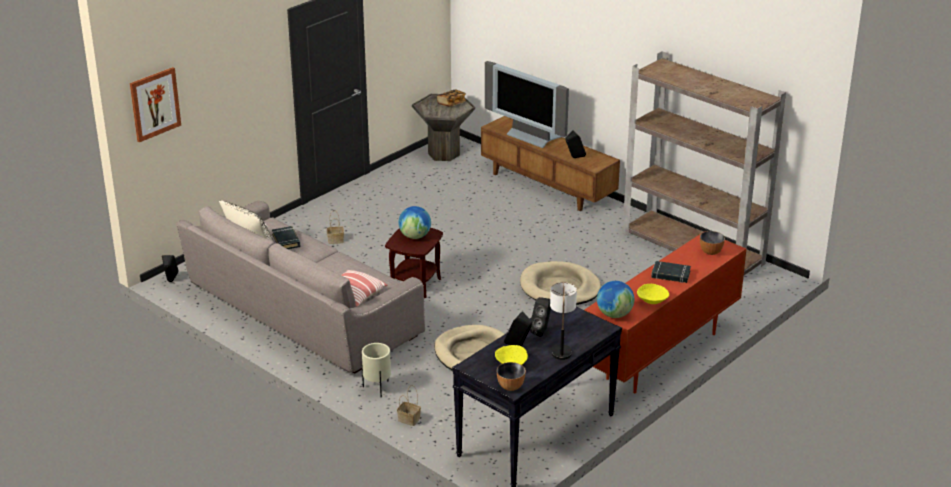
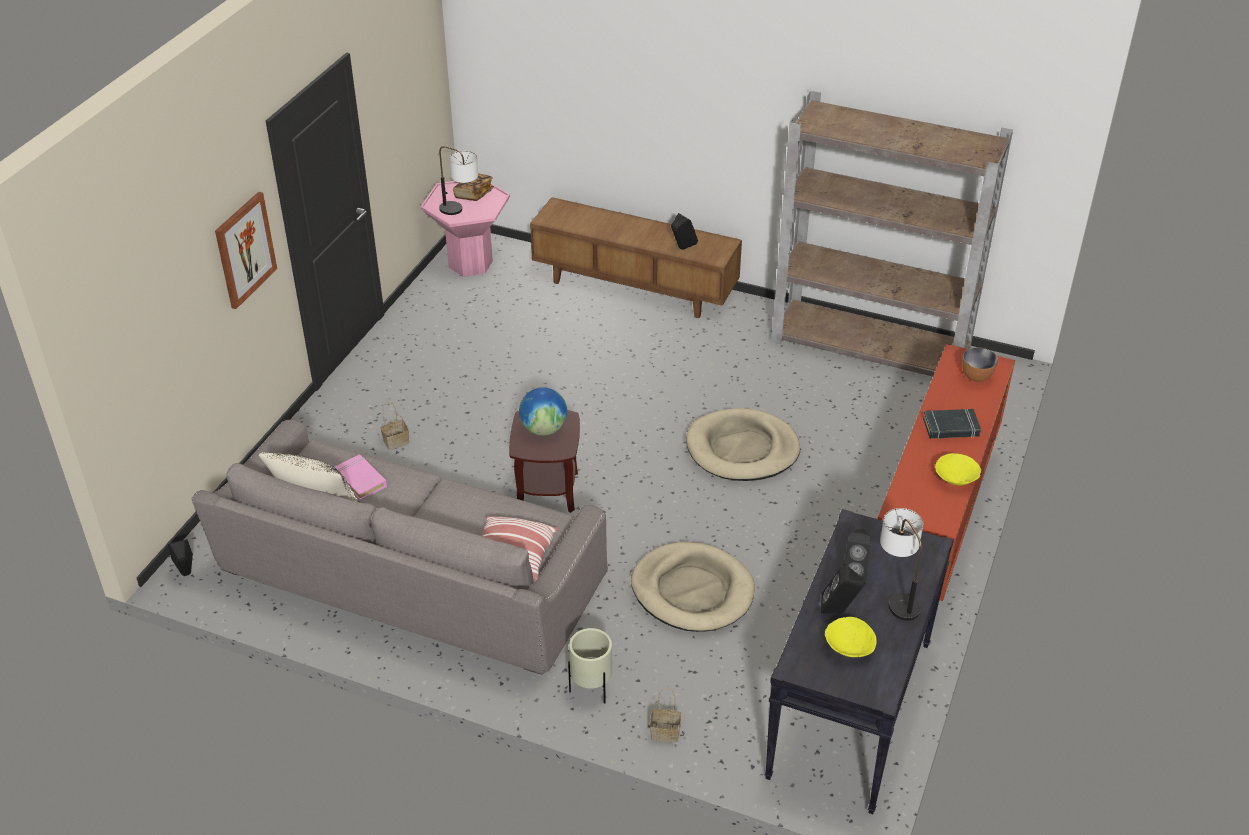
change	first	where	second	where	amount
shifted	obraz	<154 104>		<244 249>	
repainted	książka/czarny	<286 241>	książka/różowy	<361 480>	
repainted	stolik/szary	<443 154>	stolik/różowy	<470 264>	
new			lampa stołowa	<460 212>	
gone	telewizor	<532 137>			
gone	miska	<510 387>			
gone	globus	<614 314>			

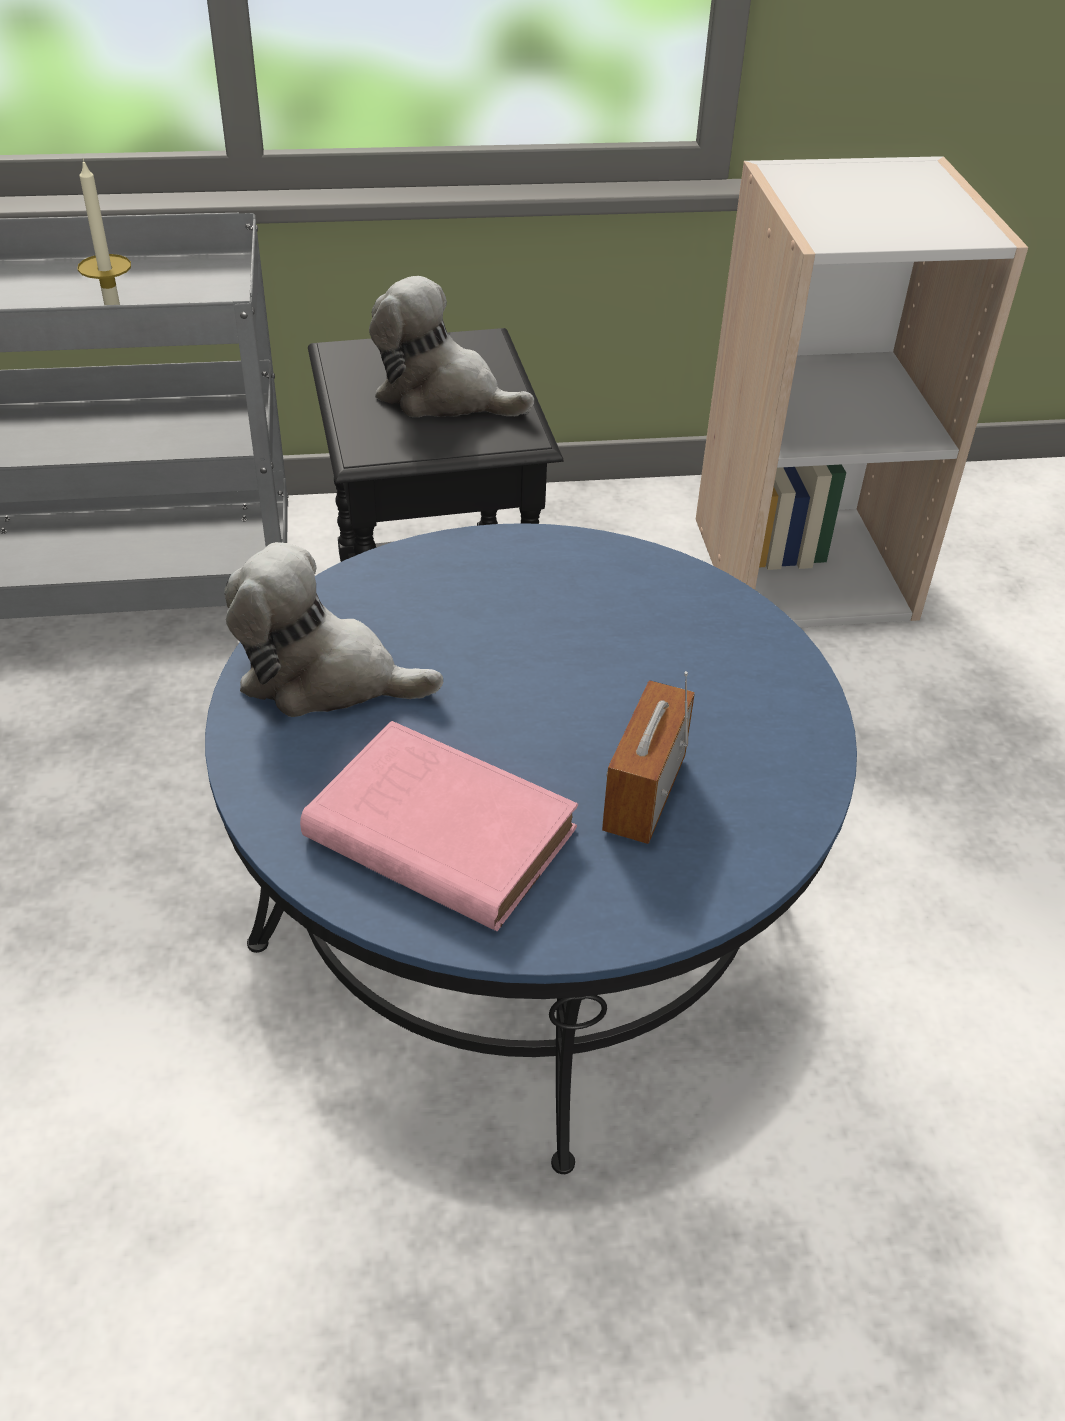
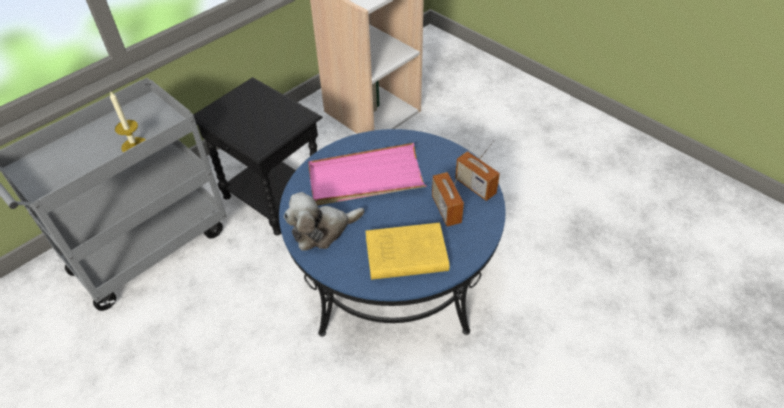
change	first	where	second	where	amount
new			taca/różowy	<365 178>	
repainted	książka/różowy	<434 831>	książka/żółty	<403 255>	
new			radio	<475 186>	
gone	pluszak	<442 396>			

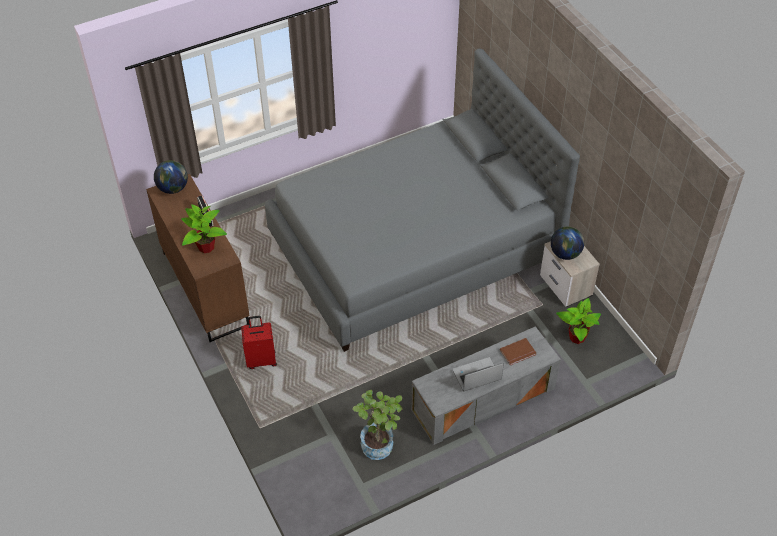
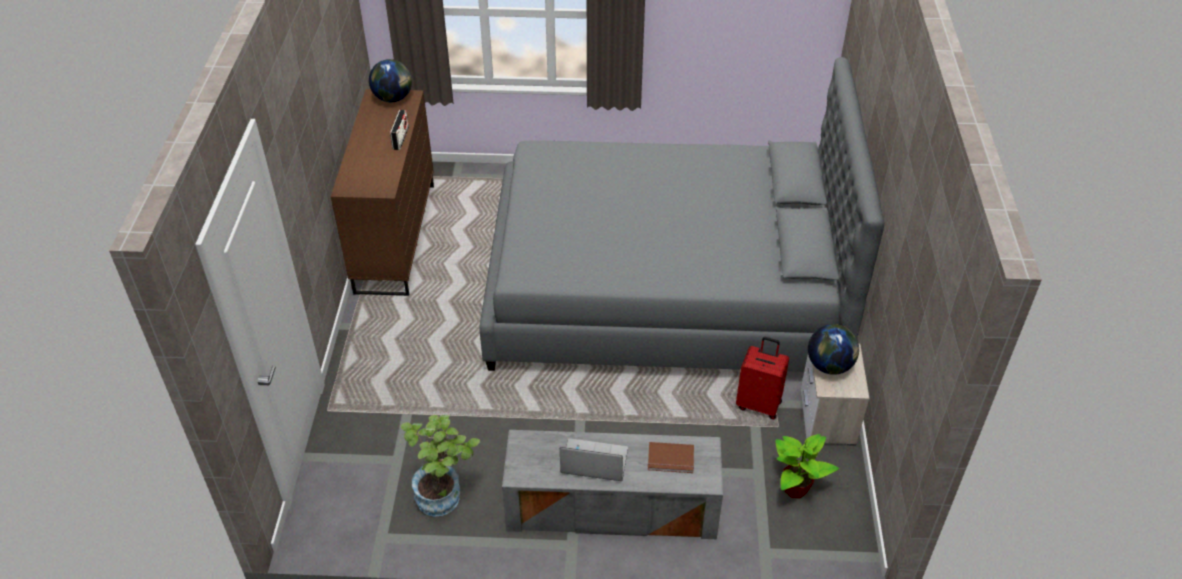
change	first	where	second	where	amount
shifted	walizka/czerwony	<261 360>		<759 404>	
gone	roślina doniczkowa	<205 247>			

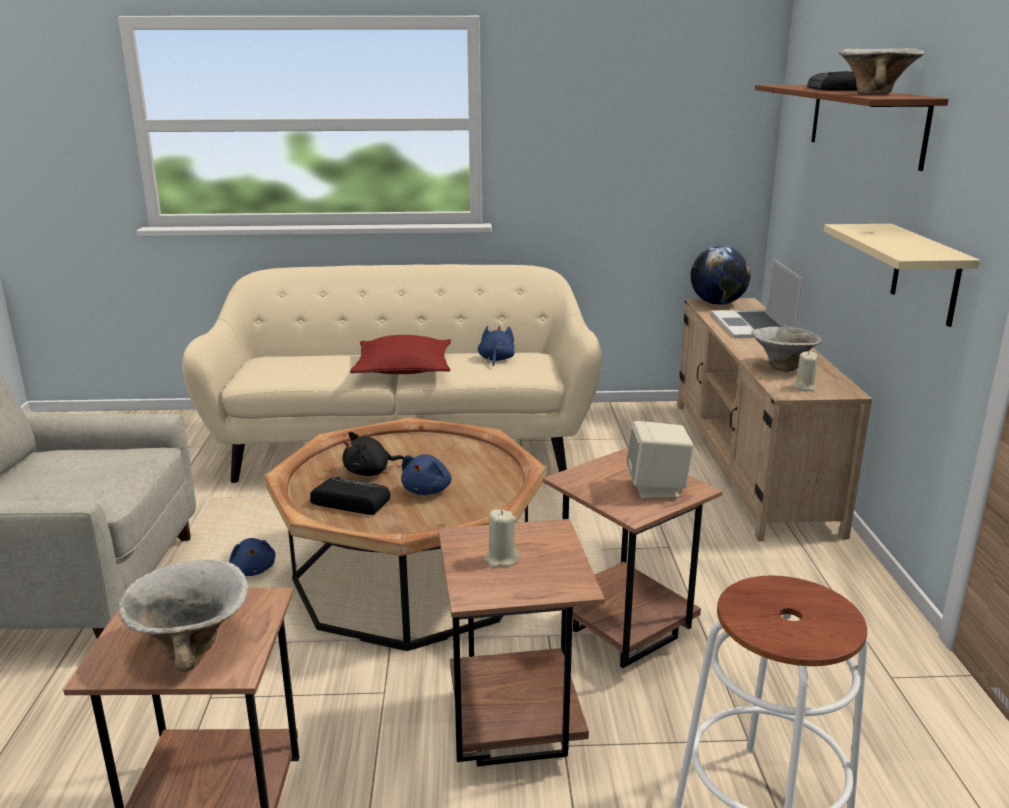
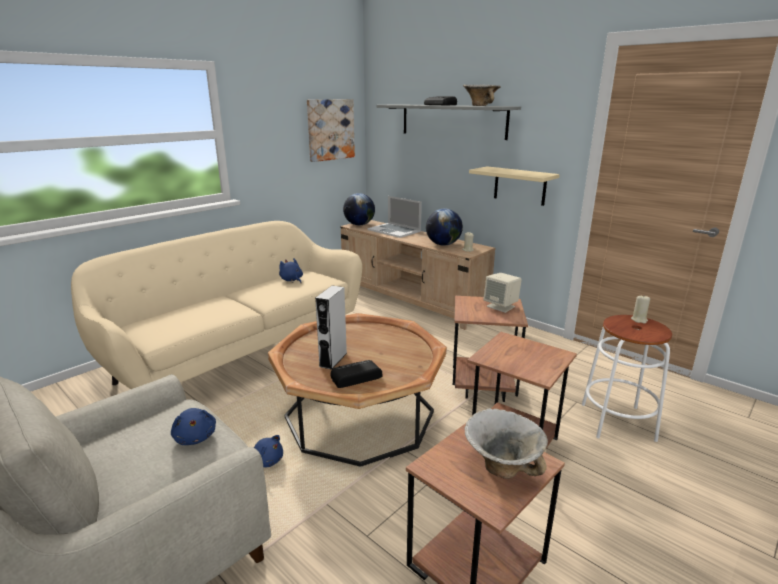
change	first	where	second	where	amount
shifted	pluszak/niebieski	<428 490>		<195 437>	
new			obraz	<330 129>	
swapped	pluszak/czarny	<370 472>	głośnik/szary	<333 359>	
repainted	półka/brązowy	<865 122>	półka/szary	<452 121>	
swapped	miska	<782 367>	globus	<443 244>	
shifted	świeca/beżowy	<501 559>		<639 320>	
gone	poduszka/czerwony	<403 369>			

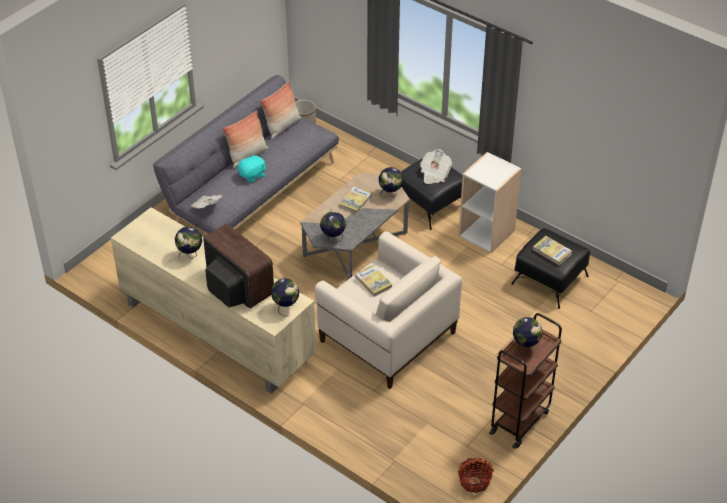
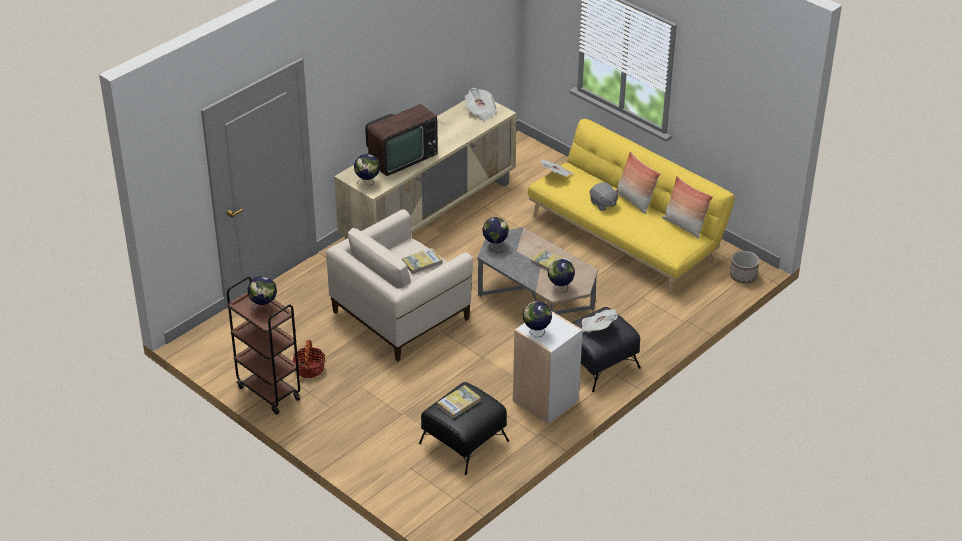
change	first	where	second	where	amount
shifted	koszyk	<474 481>		<309 369>	
new			gazeta	<481 112>	
shifted	globus	<190 255>		<536 332>	
repainted	kanapa/szary	<251 190>	kanapa/żółty	<626 236>	
repainted	pluszak/turkusowy	<252 175>	pluszak/szary	<603 204>	

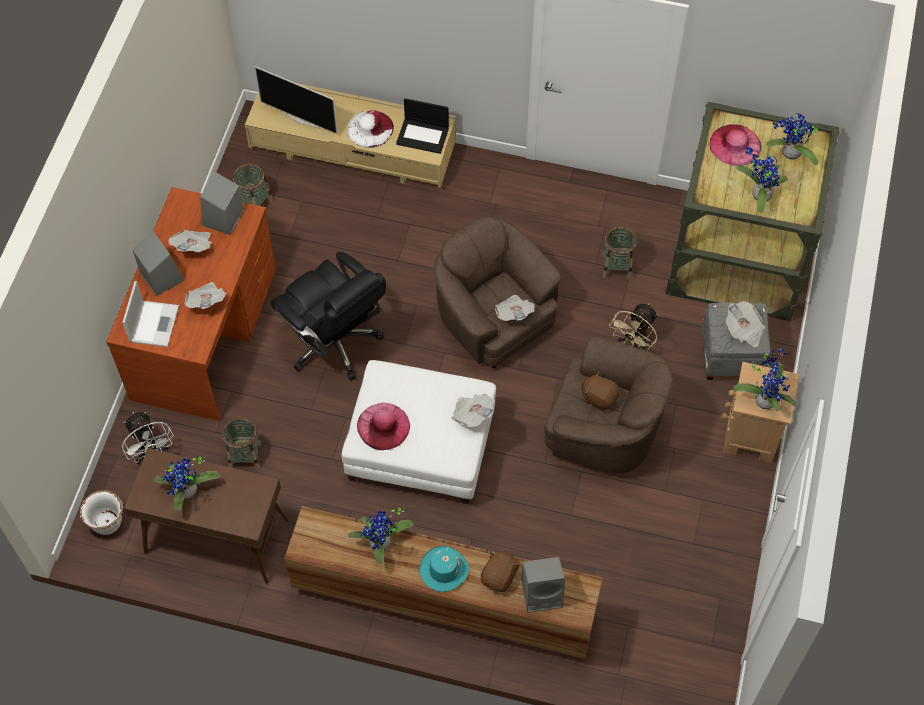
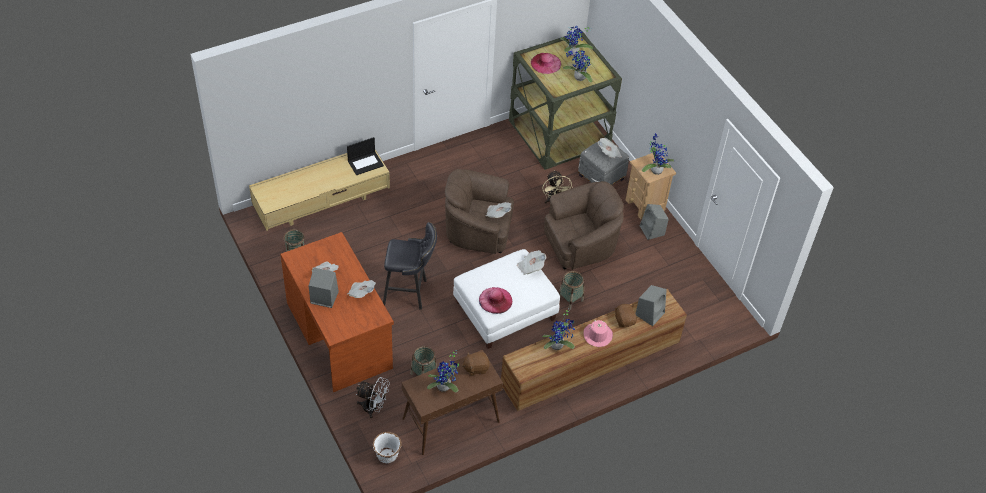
change	first	where	second	where	amount
swapped	krzesło biurowe/czarny	<334 342>	stołek/czarny	<411 293>	
shifted	pluszak/brązowy	<599 397>		<476 368>	
shifted	koszyk	<616 266>		<570 299>	
repainted	kapelusz/turkusowy	<443 569>	kapelusz/różowy	<597 335>	
shifted	głośnik/szary	<223 219>		<652 231>	
gone	laptop	<154 323>			
gone	telewizor	<301 119>			
gone	kapelusz/biały	<370 128>			

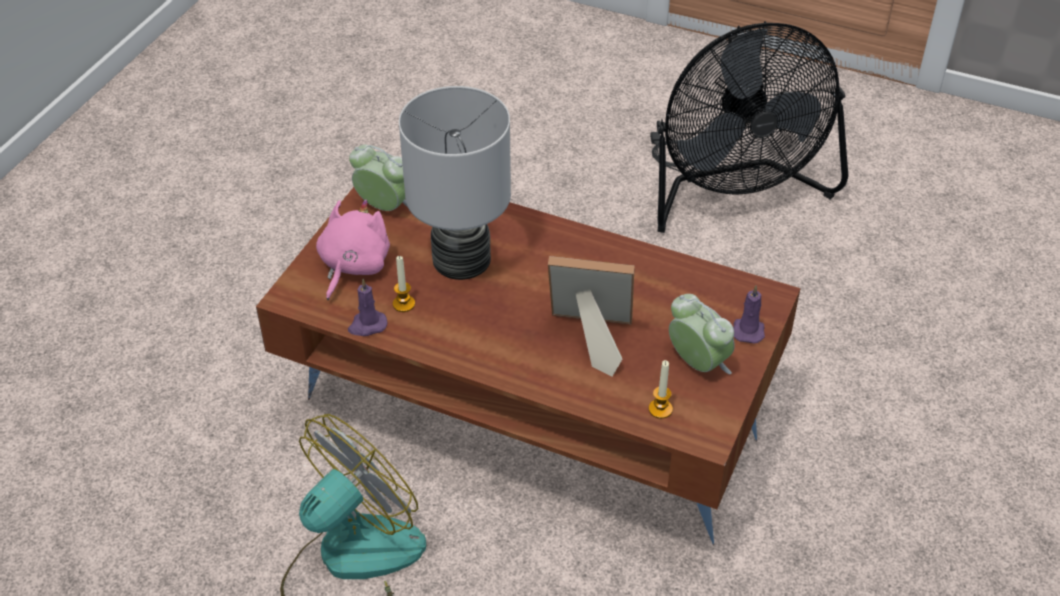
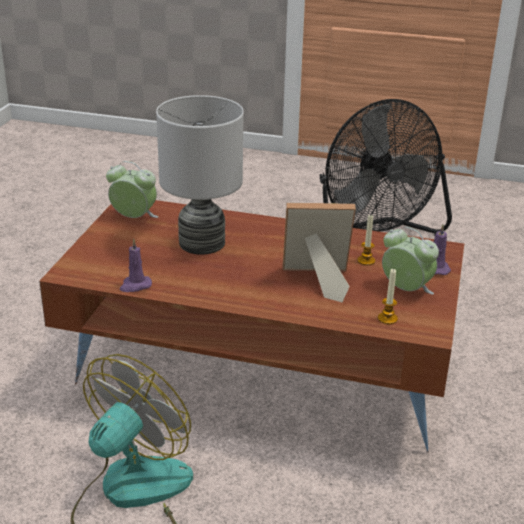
change	first	where	second	where	amount
shifted	świeca	<403 304>		<366 261>	
gone	pluszak/różowy	<353 266>			

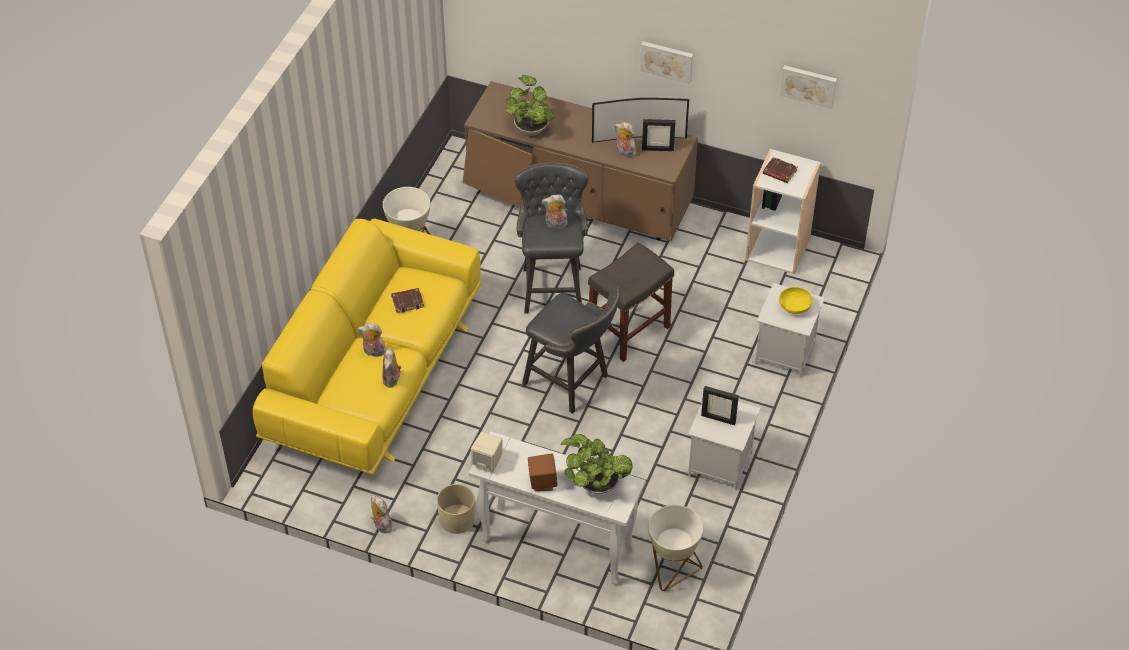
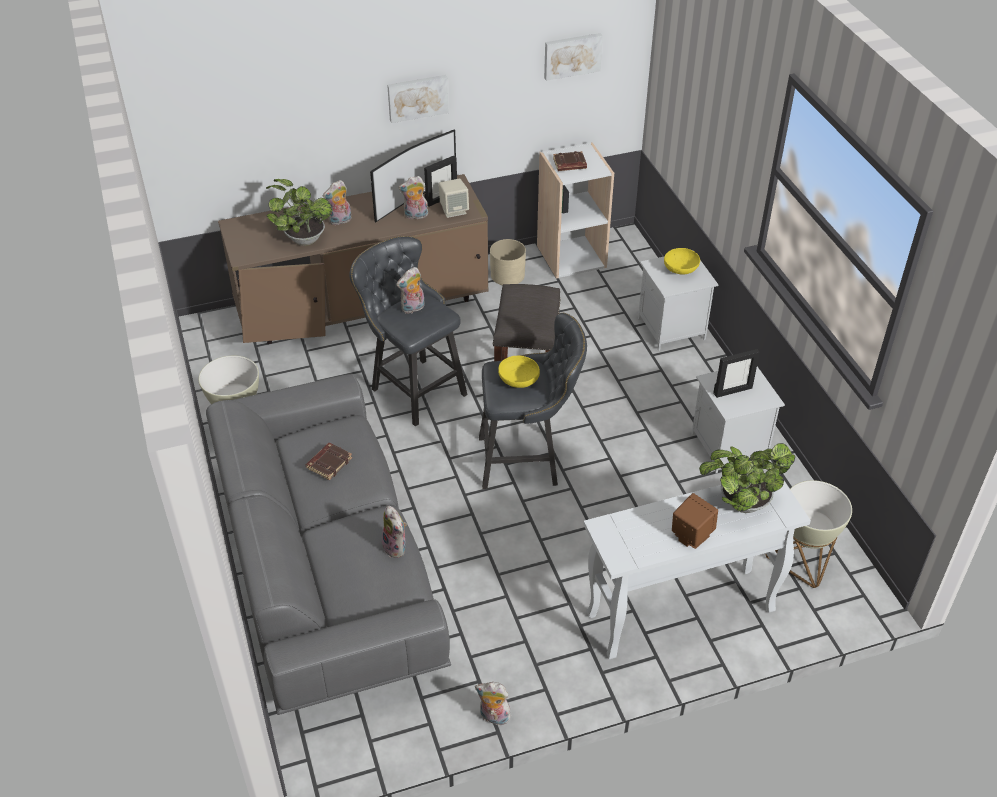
change	first	where	second	where	amount
repainted	kanapa/żółty	<375 374>	kanapa/szary	<327 570>	
shifted	pluszak	<373 352>		<340 221>	
shifted	głośnik/beżowy	<487 462>		<454 210>	
shifted	donica/beżowy	<457 519>		<508 275>	
new			miska/żółty	<518 381>	

